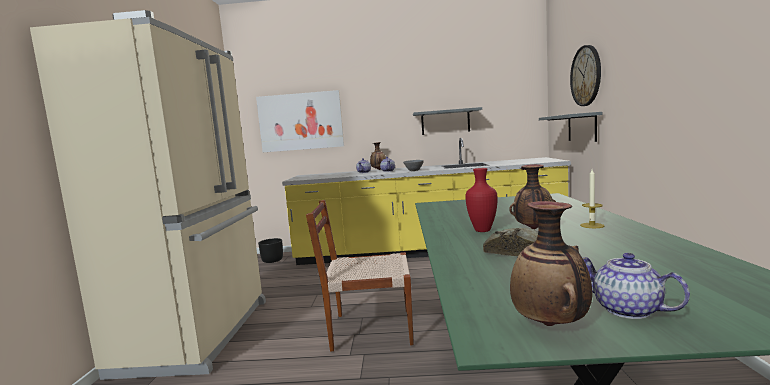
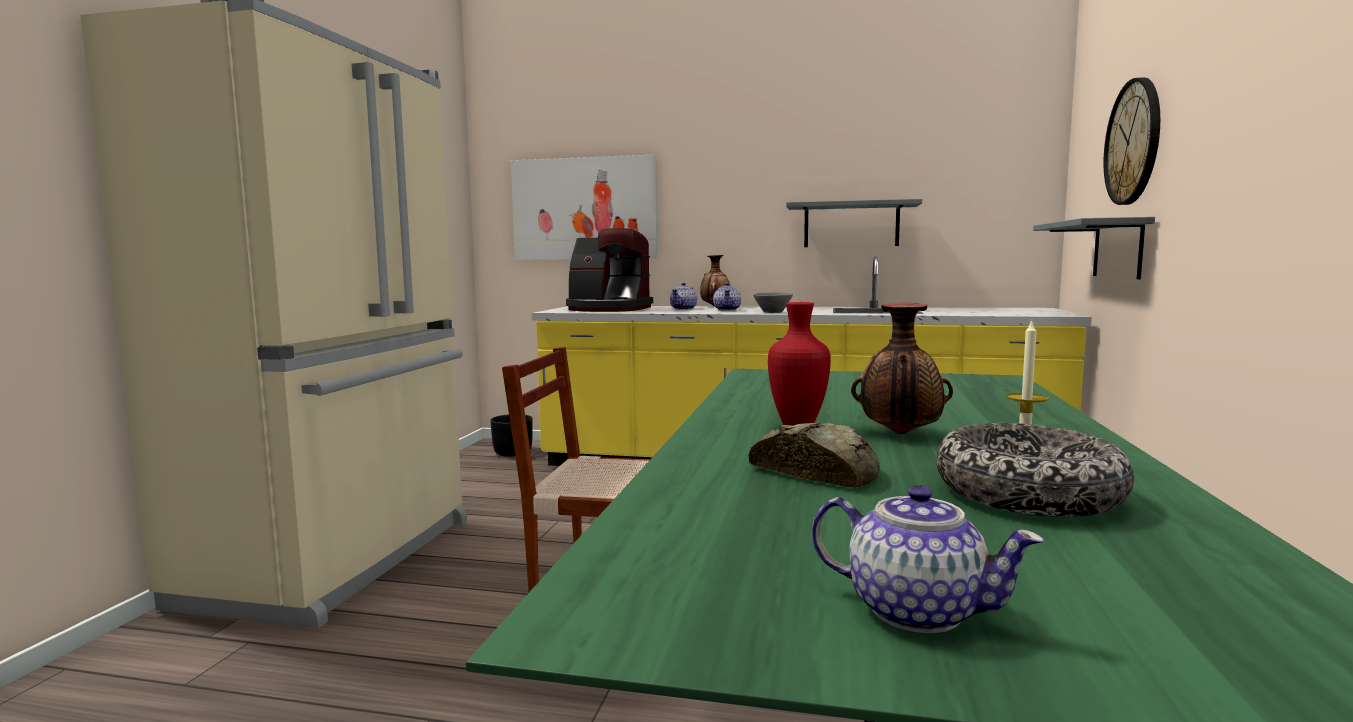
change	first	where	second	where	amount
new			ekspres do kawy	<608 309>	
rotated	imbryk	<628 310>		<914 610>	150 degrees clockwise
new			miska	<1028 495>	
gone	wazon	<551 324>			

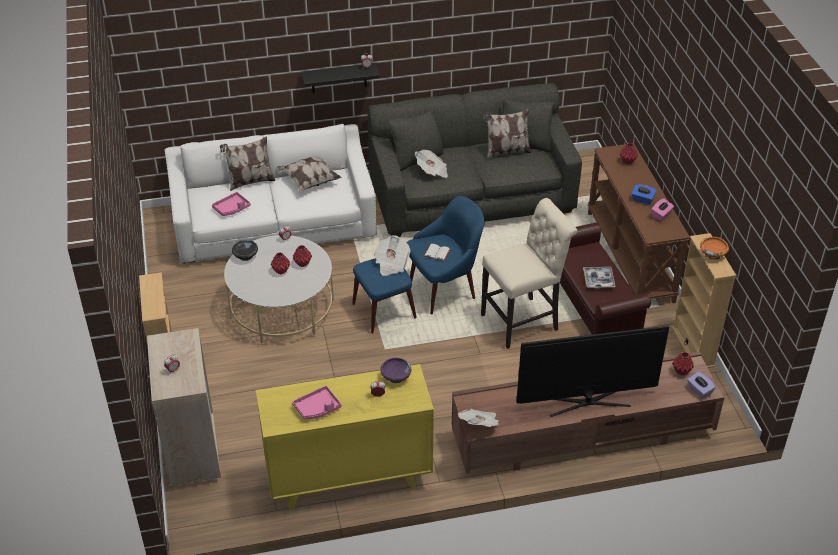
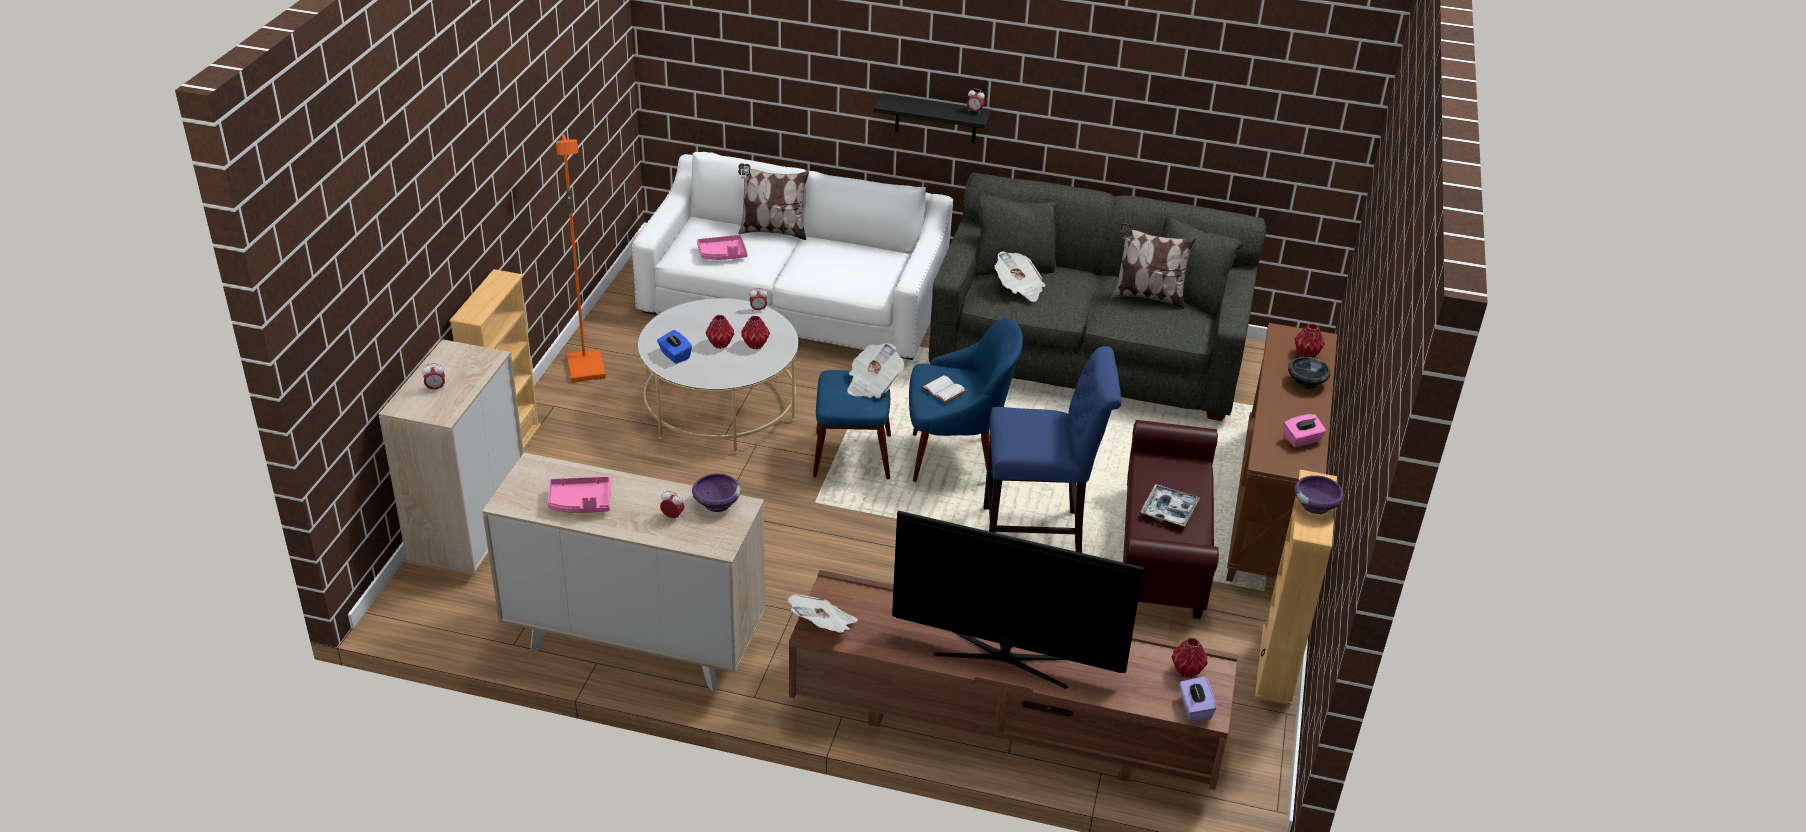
change	first	where	second	where	amount
repainted	komoda/żółty	<348 479>	komoda/biały	<635 644>	
new			lampa stojąca/pomarańczowy	<587 368>	
shifted	pudełko chusteczek/niebieski	<642 199>		<674 355>	
repainted	stołek/beżowy	<523 321>	stołek/niebieski	<1039 537>	
shifted	miska/czarny	<245 256>		<1306 382>	
repainted	miska/pomarańczowy	<713 254>	miska/fioletowy	<1316 505>	
gone	poduszka	<309 181>			

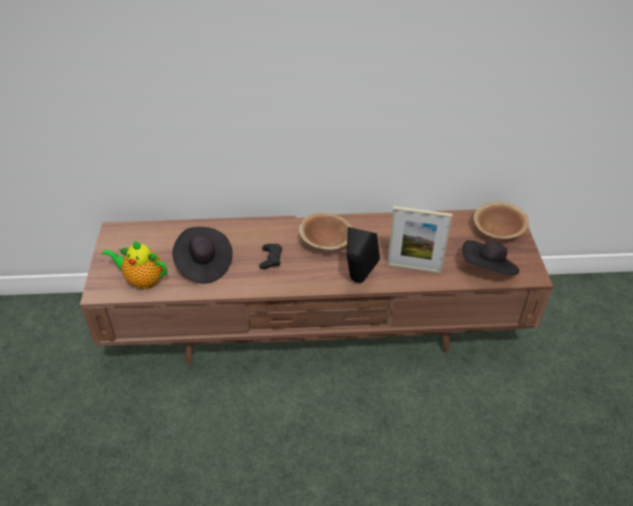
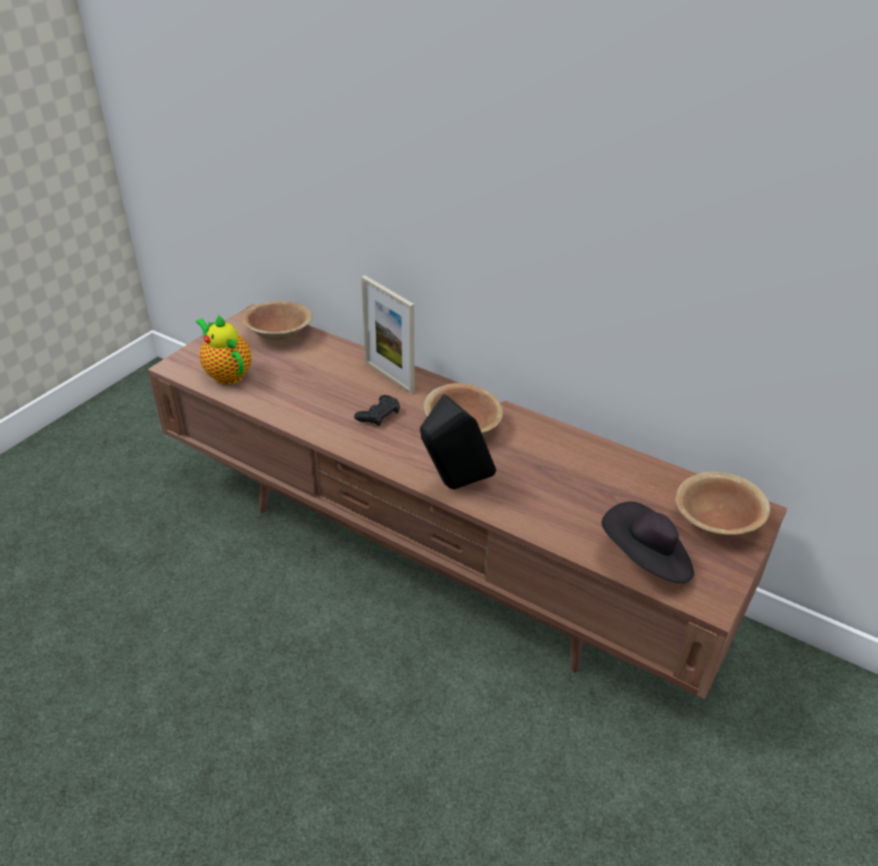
change	first	where	second	where	amount
new			miska/brązowy	<279 334>	
shifted	ramka na zdjęcie	<414 268>		<389 376>	
gone	kapelusz/czarny	<203 264>			

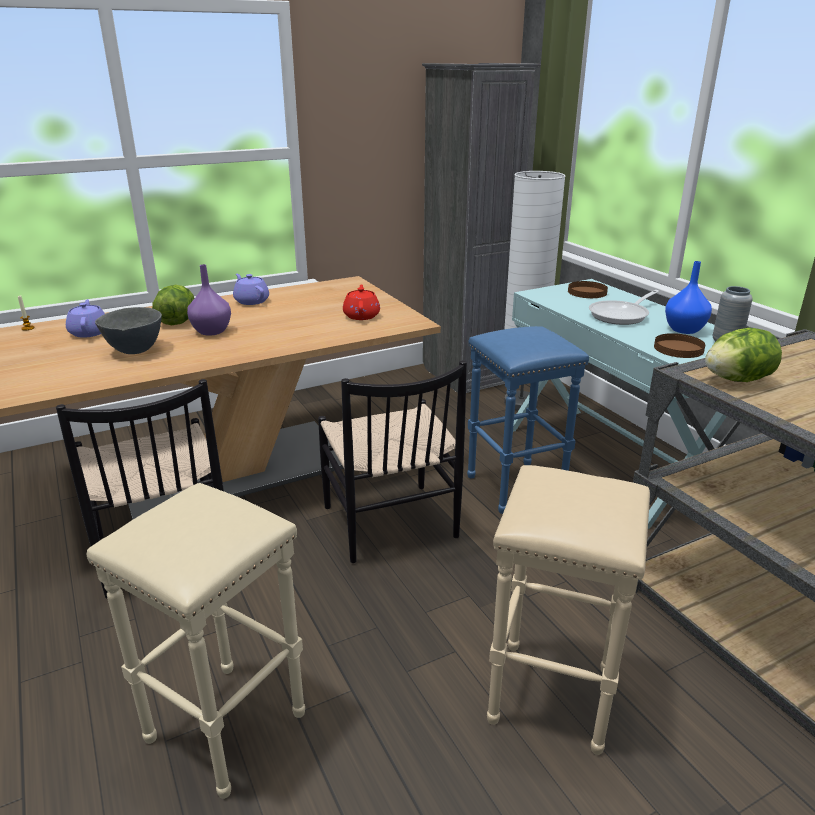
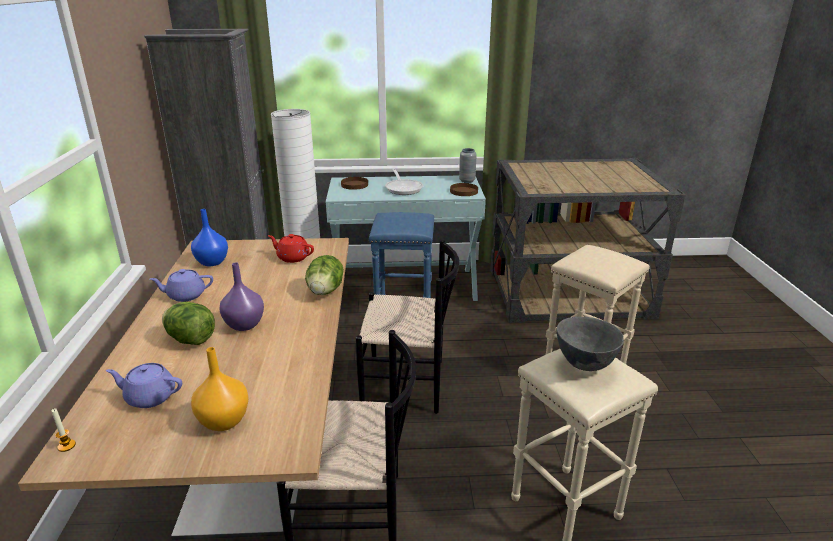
change	first	where	second	where	amount
shifted	wazon/niebieski	<685 330>		<212 262>	
new			wazon/pomarańczowy	<225 421>	
shifted	sałata	<737 380>		<325 291>	
shifted	miska/szary	<136 351>		<585 364>	

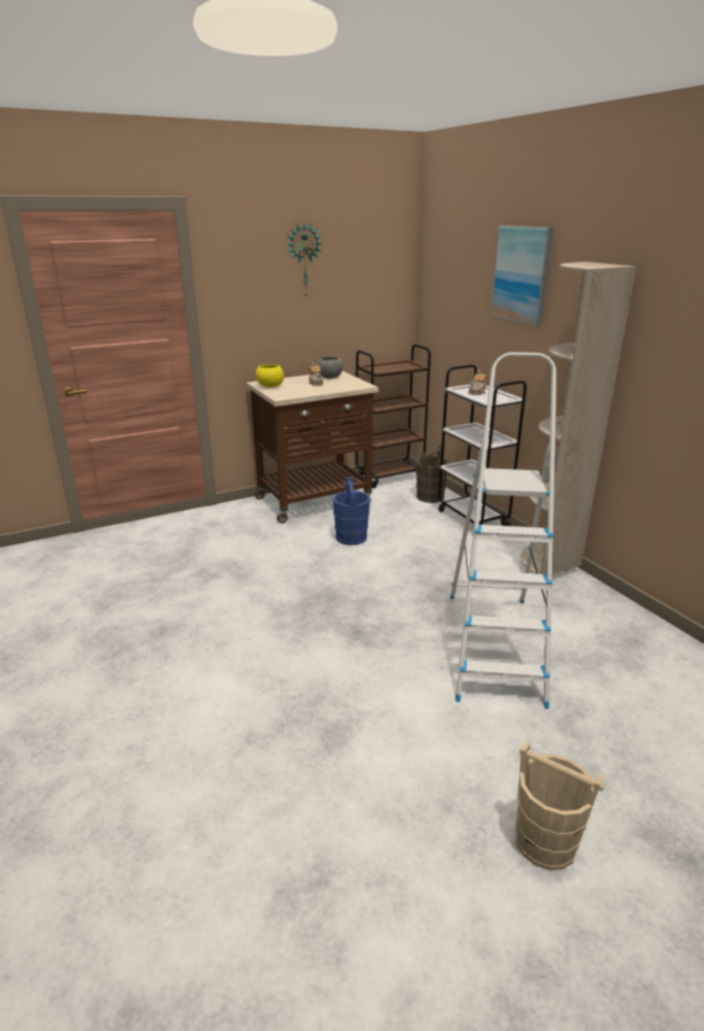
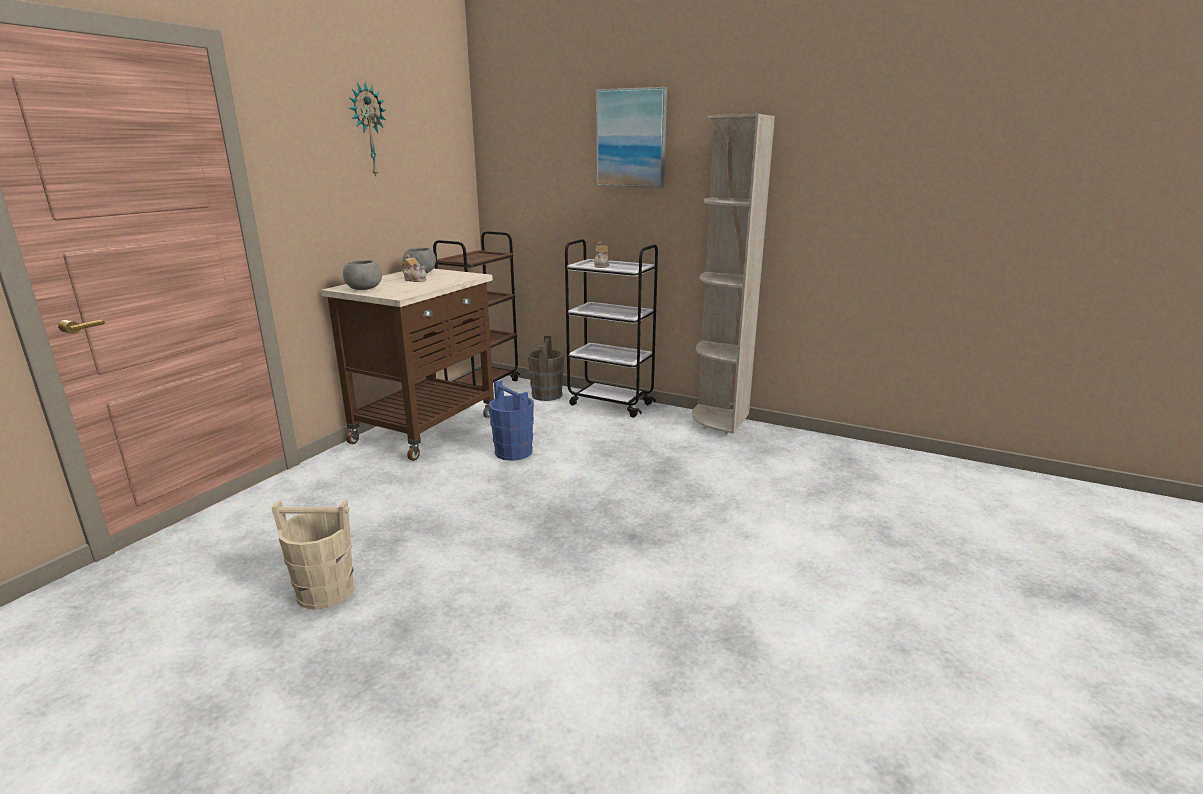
change	first	where	second	where	amount
shifted	wiadro/beżowy	<546 842>		<326 591>	
repainted	miska/żółty	<270 387>	miska/szary	<364 289>	
gone	drabinka/biały	<493 645>			

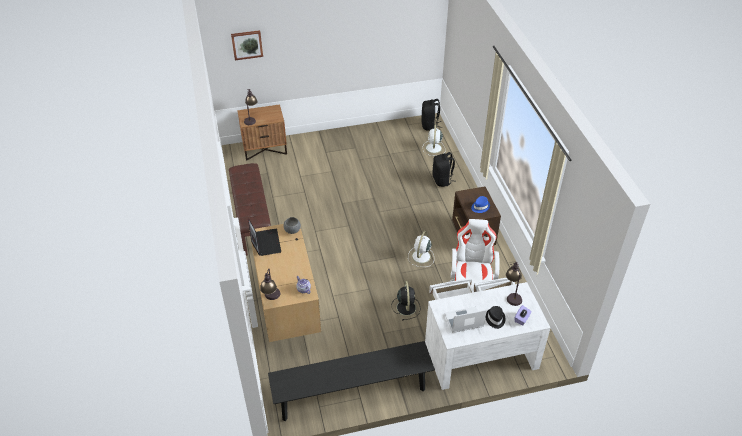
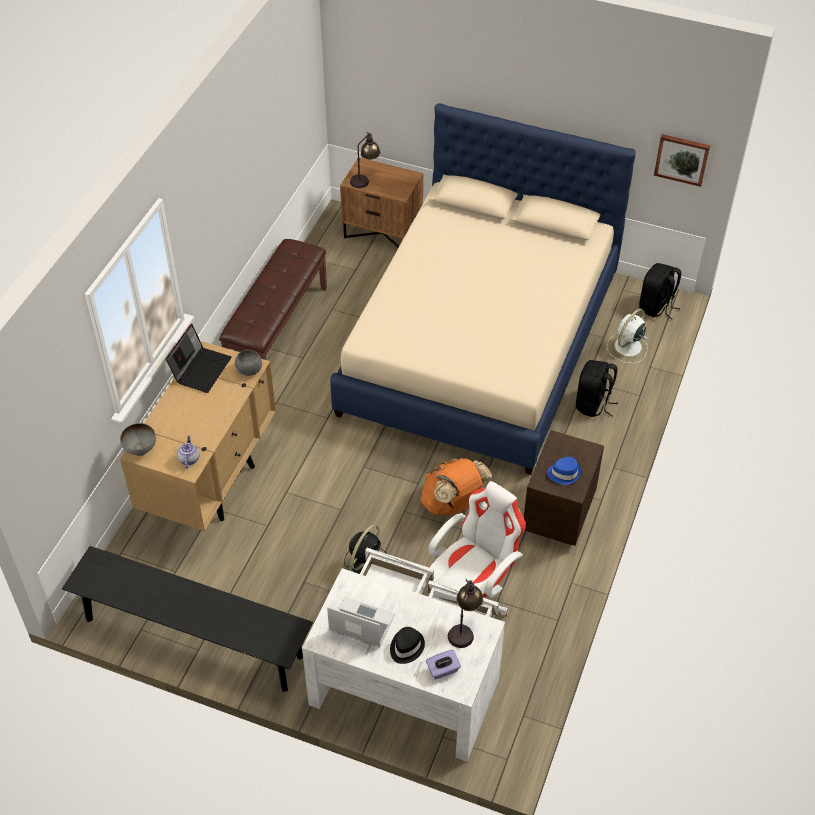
change	first	where	second	where	amount
swapped	lampa stołowa	<271 298>	miska/szary	<141 449>	
new			łóżko/beżowy	<480 343>	
swapped	wentylator/biały	<421 257>	plecak/pomarańczowy	<453 504>	
shifted	obraz	<247 44>		<682 159>	

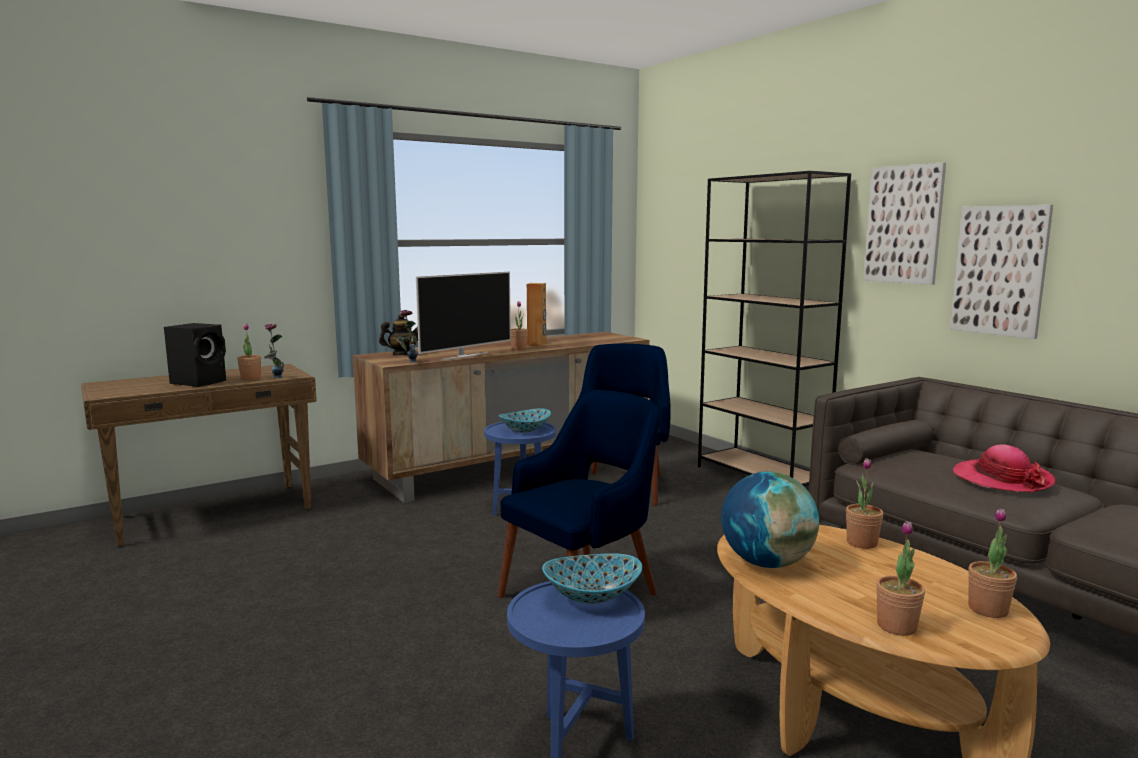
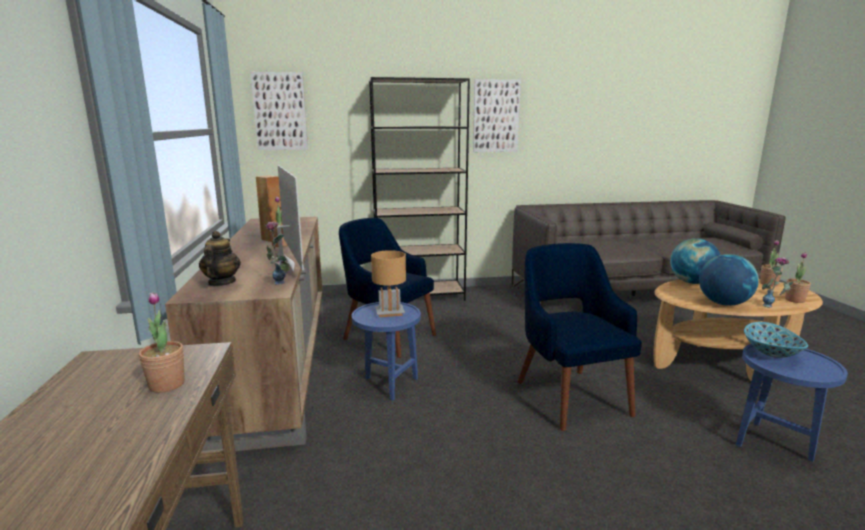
change	first	where	second	where	amount
shifted	obraz	<999 270>		<280 111>	
swapped	miska	<525 430>	lampa stołowa/brązowy	<389 312>	
swapped	roślina doniczkowa	<862 543>	globus	<692 282>	
shifted	wazon	<275 379>		<774 307>	
gone	głośnik/czarny	<200 382>			
gone	kapelusz	<1002 479>			

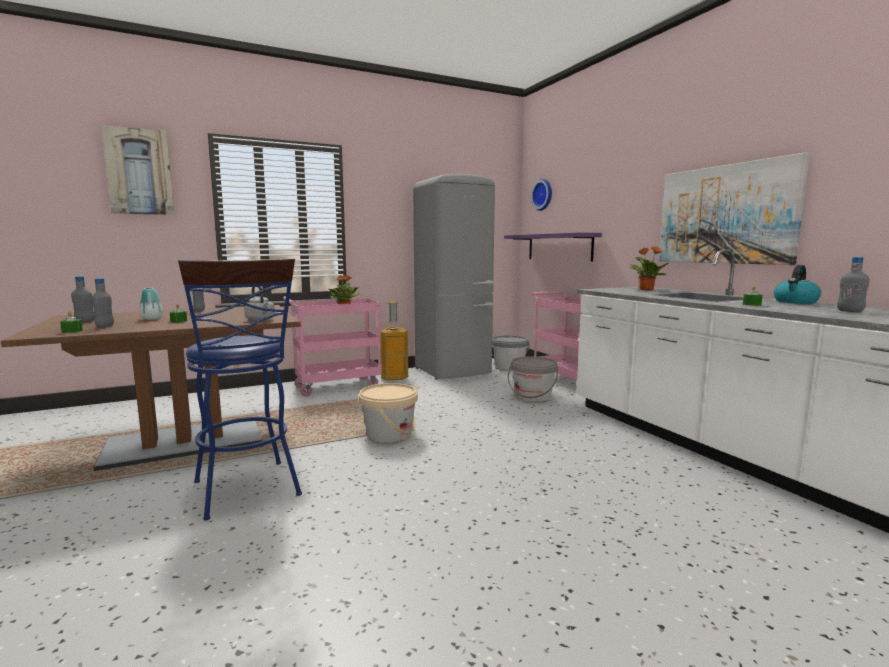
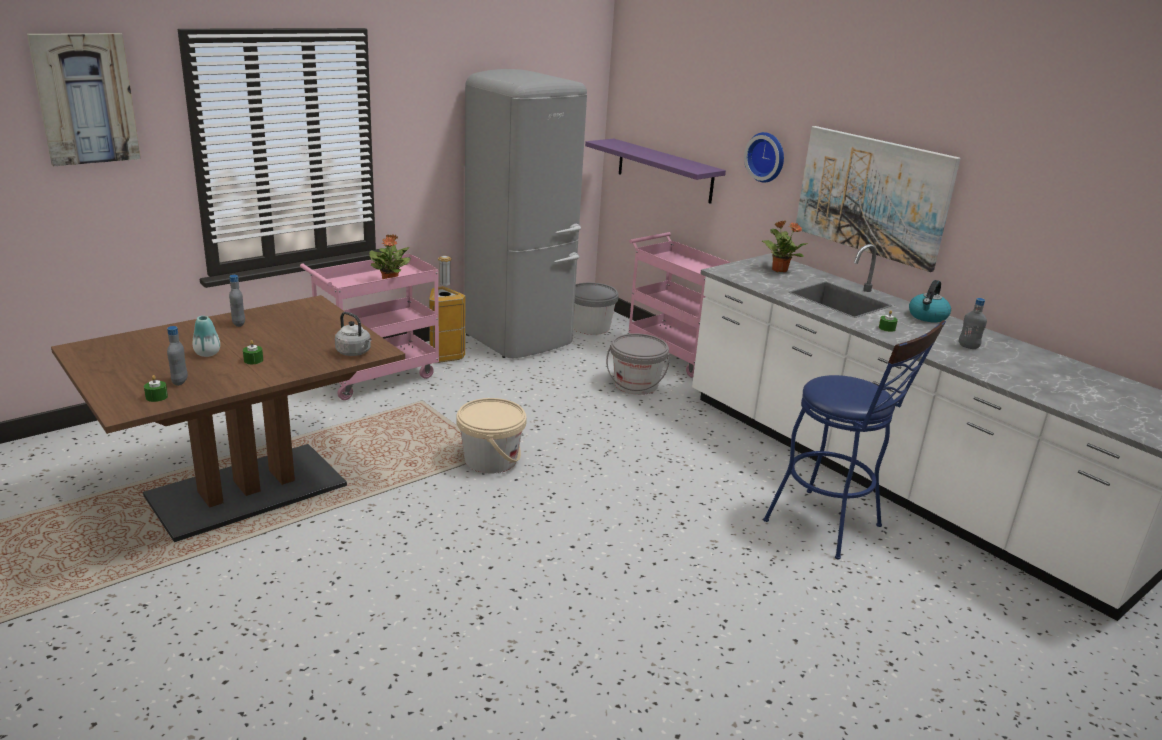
change	first	where	second	where	amount
shifted	zegar ścienny	<543 194>		<767 157>	
shifted	stołek/niebieski	<249 492>		<831 527>	
gone	butelka/szary	<85 321>			

